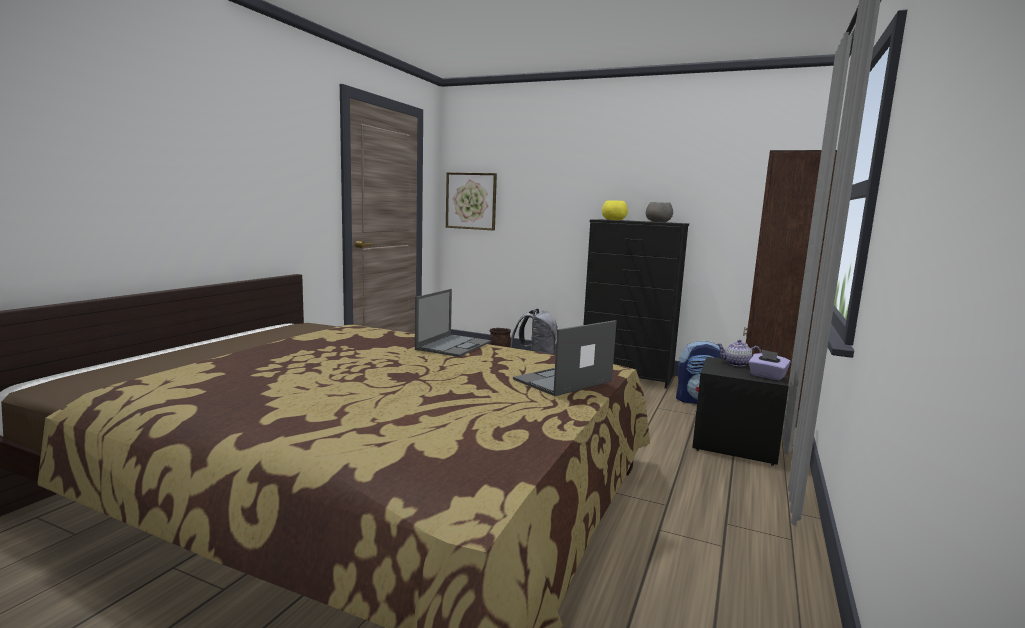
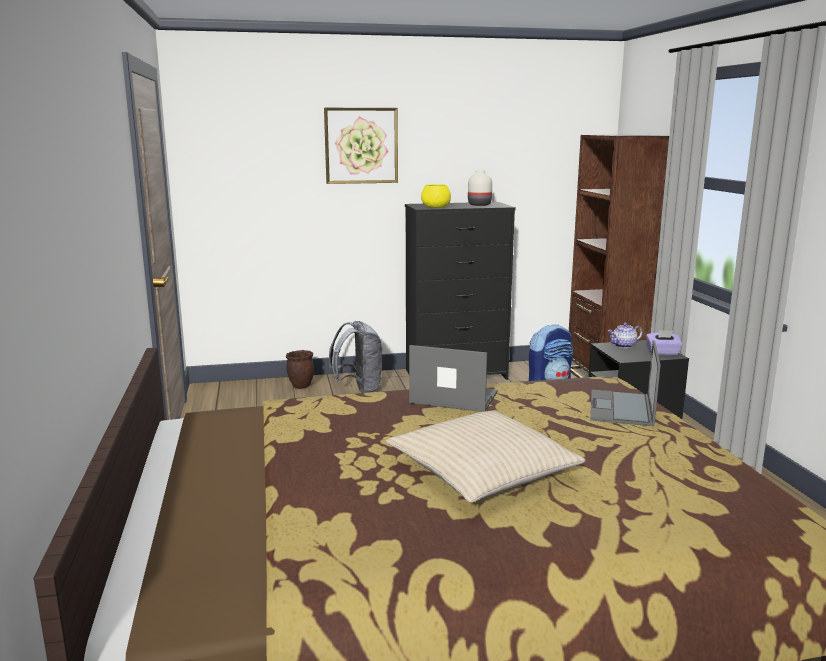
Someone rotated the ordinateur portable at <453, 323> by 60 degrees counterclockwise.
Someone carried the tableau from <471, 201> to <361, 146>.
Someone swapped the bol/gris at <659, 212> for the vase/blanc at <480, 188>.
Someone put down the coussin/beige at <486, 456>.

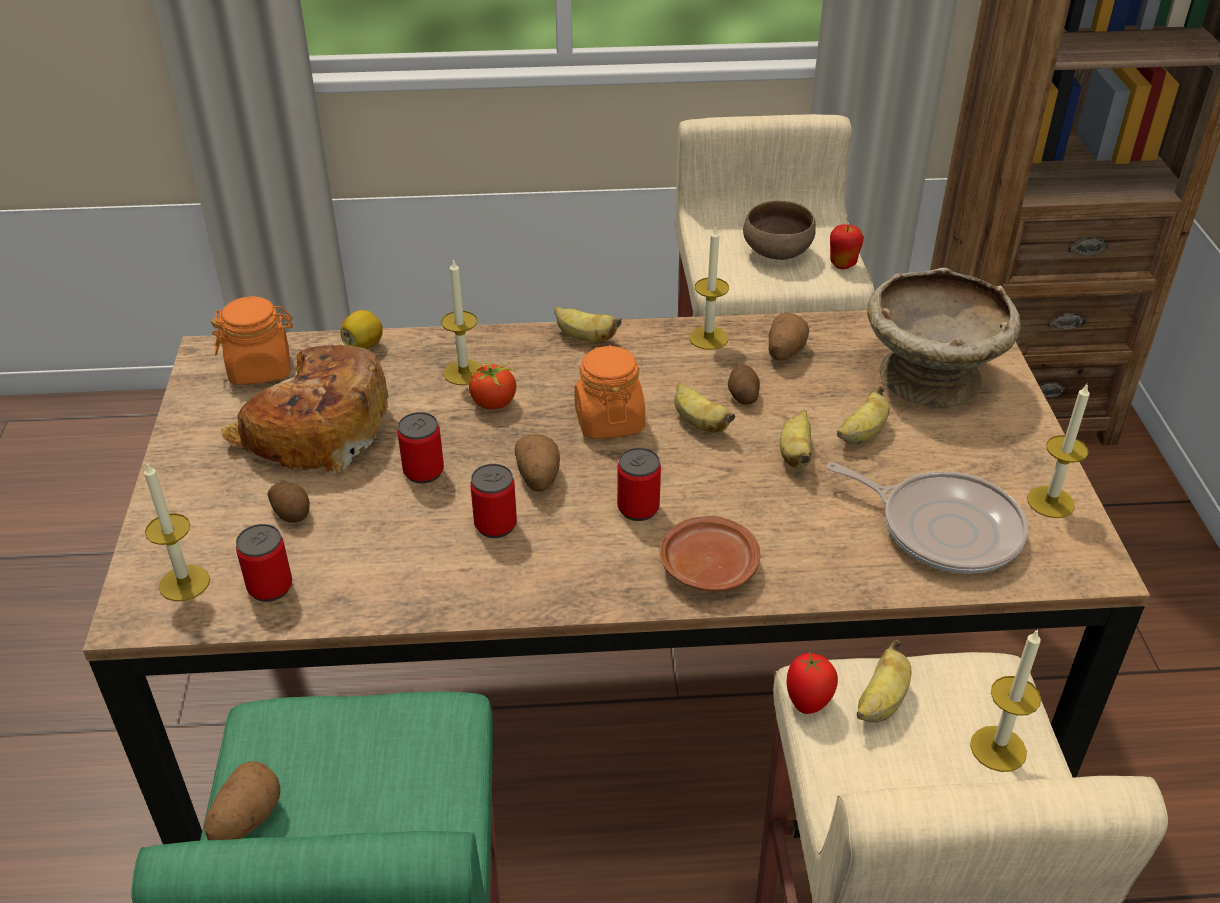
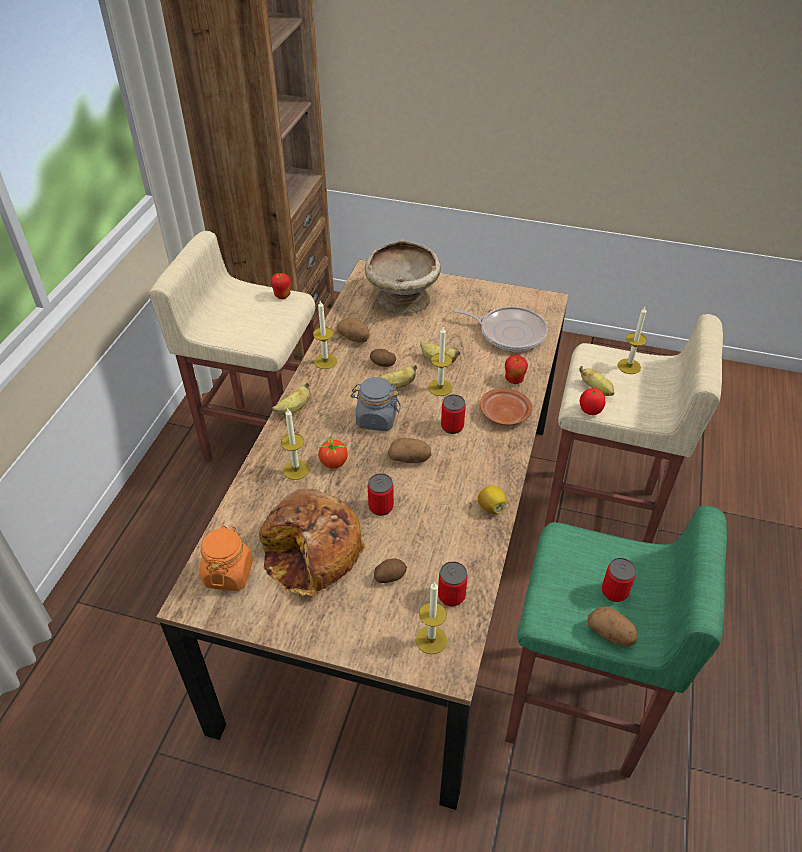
Someone carried the citron from <362, 329> to <492, 499>.
Someone carried the boîte métallique from <493, 501> to <619, 580>.
Someone repainted the bocal/orange at <609, 392>, which became the bocal/gris at <376, 404>.
Someone took away the bol/marron at <779, 230>.
Someone rotated the poêle at <927, 518> by 60 degrees clockwise.
Someone took away the banane at <863, 415>.
Someone carried the bougie from <1058, 451> to <440, 361>.
Someone put down the pomme at <516, 369>.

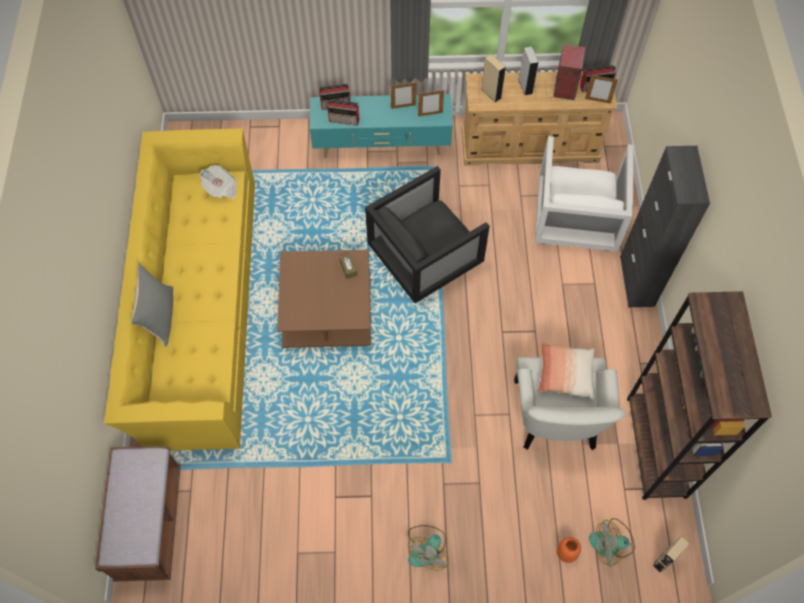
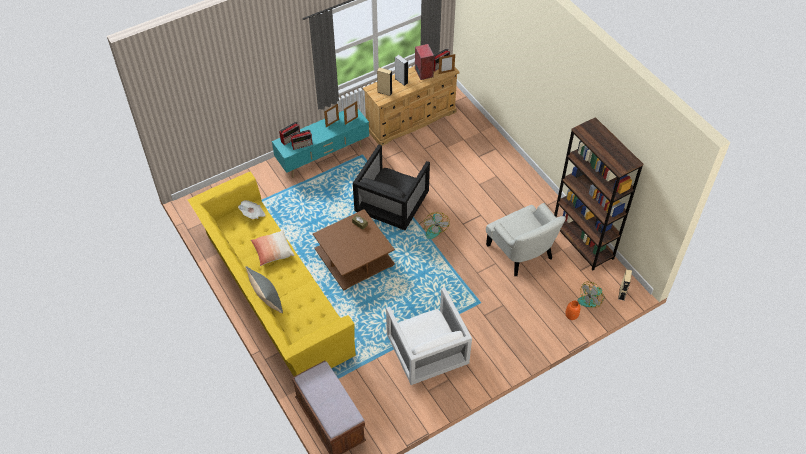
Someone carried the ventilateur from <428, 548> to <434, 225>.
Someone carried the fauteuil/blanc from <584, 194> to <429, 336>.
Someone carried the coussin from <566, 371> to <273, 248>.
Someone took away the meuble de rangement/noir at <665, 226>.

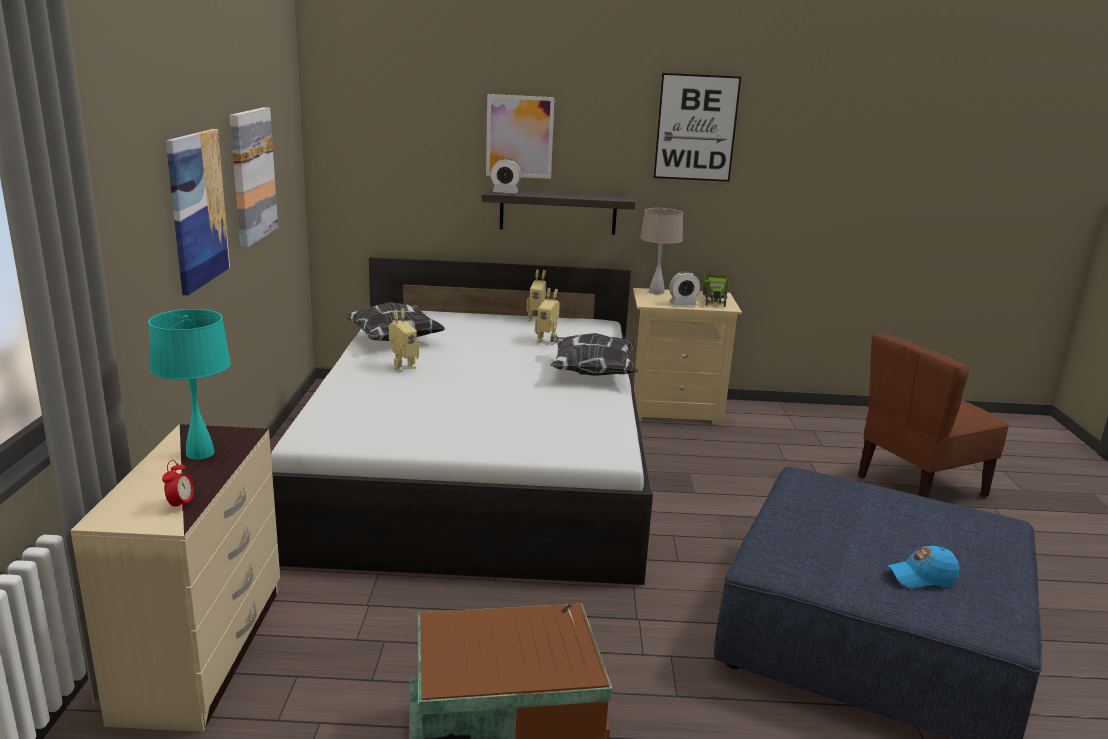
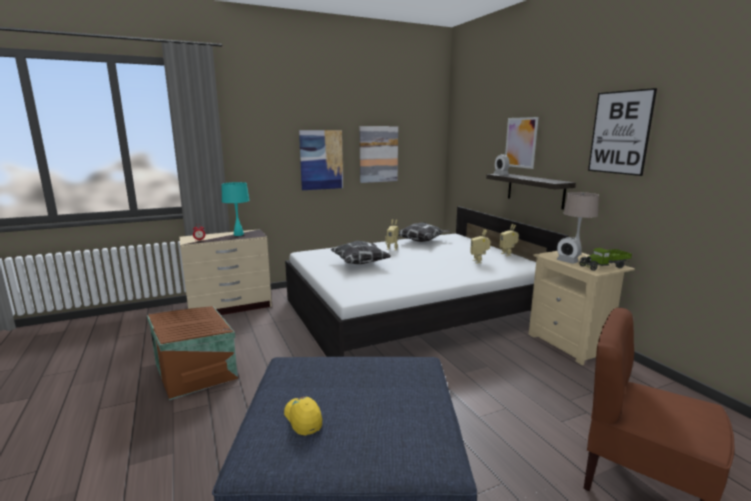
Someone carried the coussin from <594, 354> to <360, 252>.
Someone repainted the casquette/bleu at <923, 567>, which became the casquette/jaune at <303, 416>.

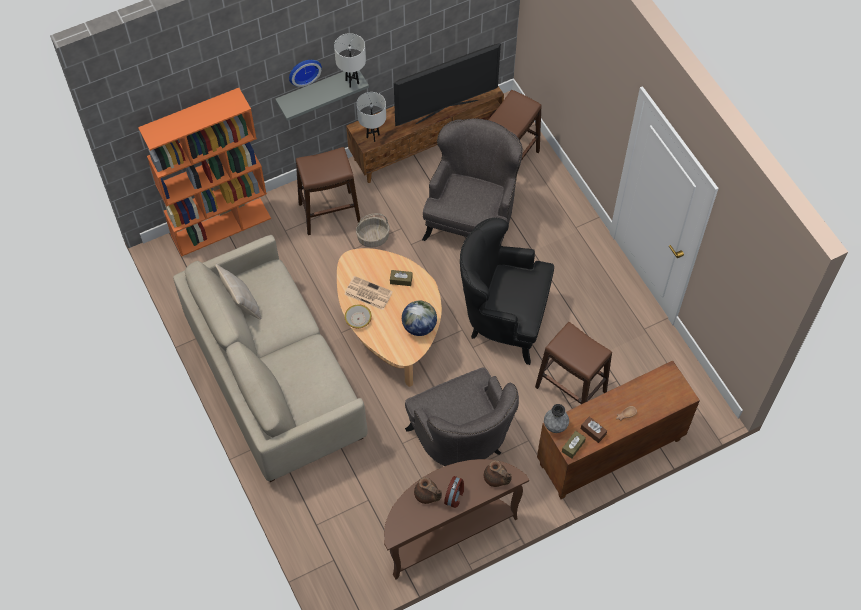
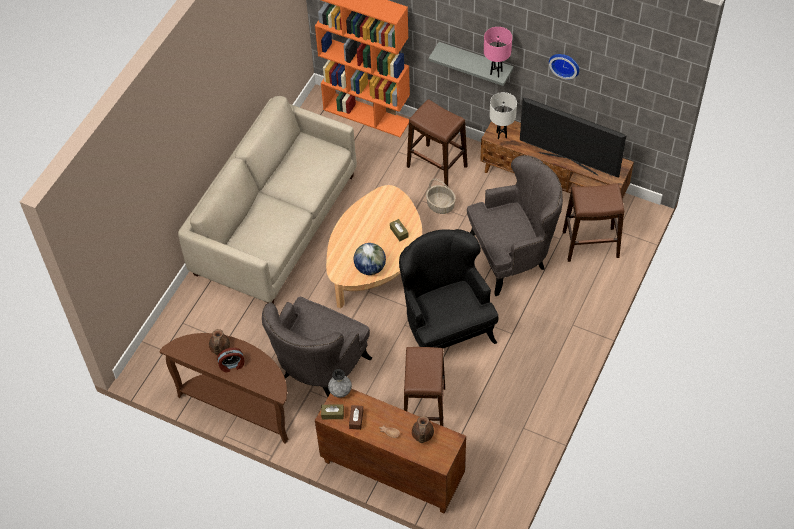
Someone took away the coussin/beige at <238, 292>.
Someone carried the horloge murale from <305, 73> to <564, 67>.
Someone repainted the lampe de table/blanc at <350, 60>, which became the lampe de table/rose at <498, 52>.
Someone took away the journal at <368, 293>.
Someone took away the bol at <358, 316>.
Someone carried the théière/marron from <498, 473> to <423, 429>.

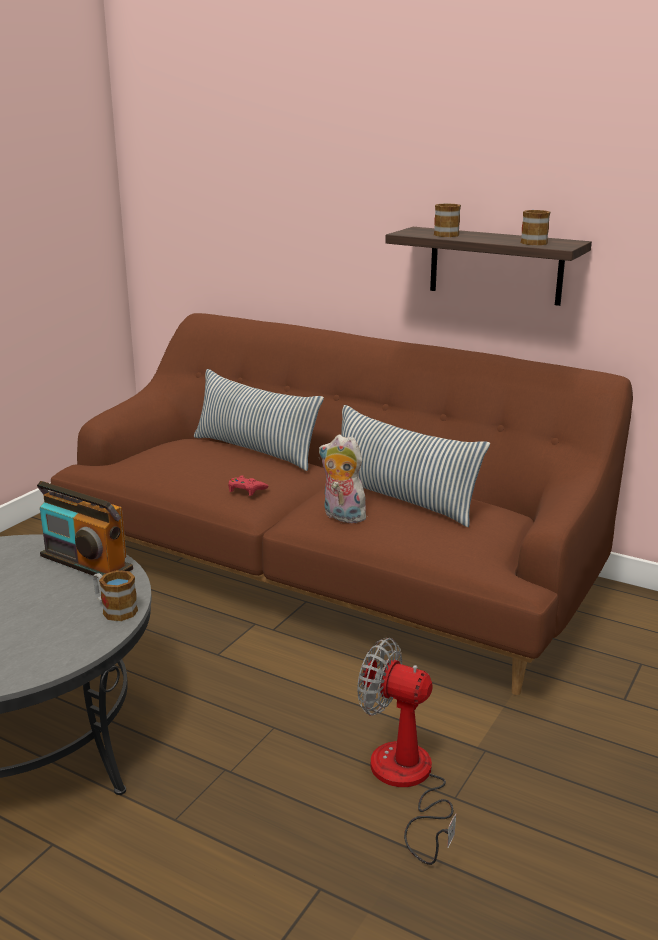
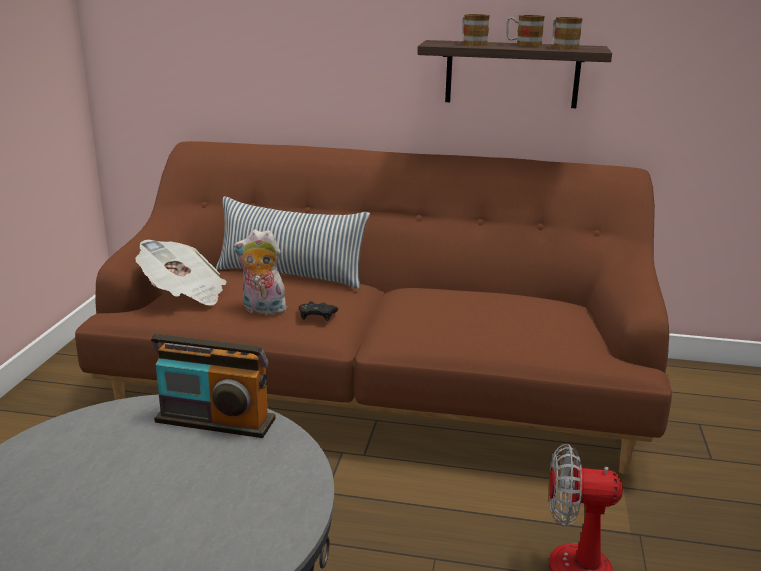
Someone carried the mug from <115, 595> to <525, 31>.
Someone repainted the manette/rouge at <248, 485>, which became the manette/noir at <318, 311>.
Someone carried the peluche from <342, 479> to <260, 272>.
Someone took away the coussin at <415, 466>.
Someone put down the journal at <181, 272>.

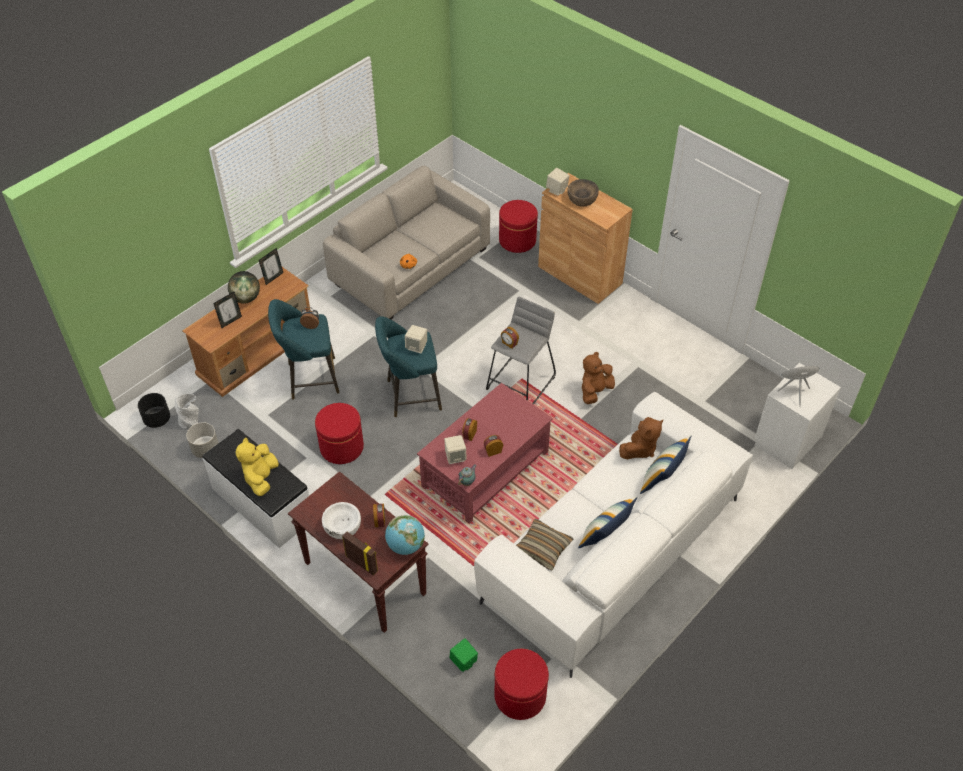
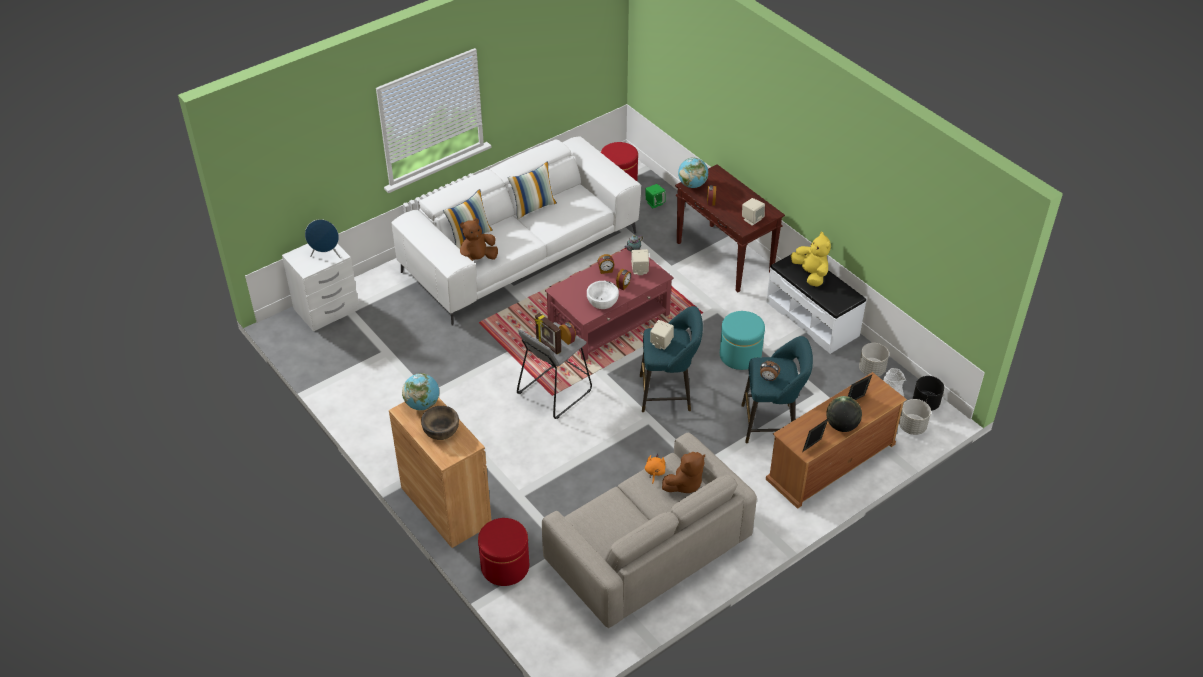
Someone rotated the peluche/jaune at <257, 467> by 45 degrees counterclockwise.
Someone repainted the pouf/rouge at <339, 433>, which became the pouf/turquoise at <742, 340>.
Someone carried the bol/blanc from <341, 520> to <603, 295>.
Someone carried the cadre photo from <360, 554> to <548, 333>.
Someone took away the coussin at <544, 544>.
Someone carried the enceinte/beige from <558, 182> to <753, 212>.
Someone carried the peluche/marron from <598, 378> to <683, 472>.
Someone put down the globe at <420, 391>.
Someone put down the cache-pot/gris at <915, 417>.

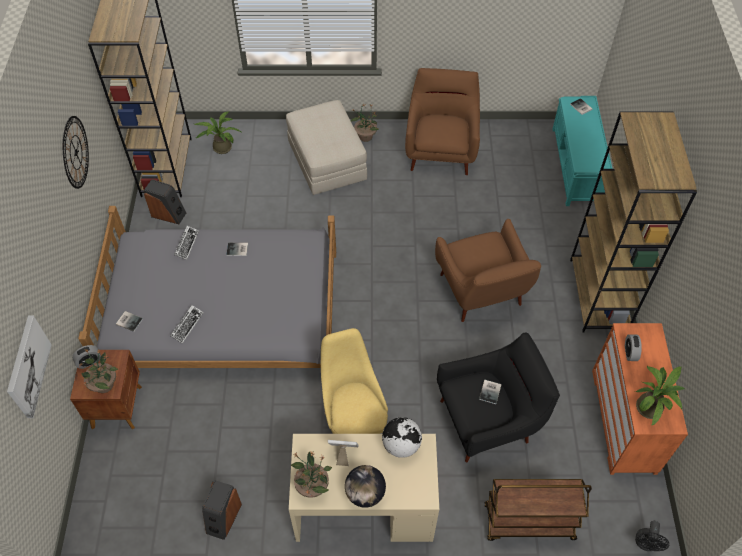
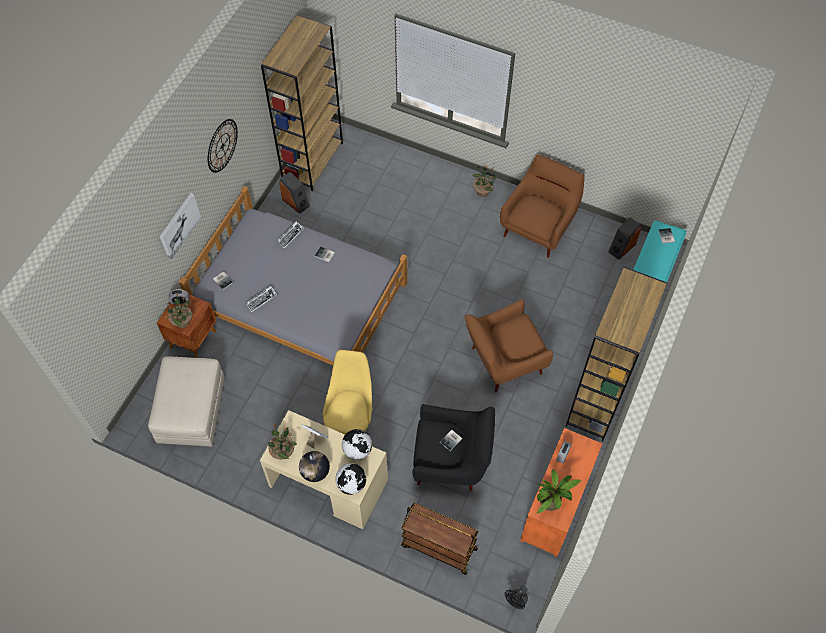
Someone carried the tableau from <29, 367> to <180, 226>.
Someone took away the plante en pot at <217, 132>.
Someone carried the enceinte from <222, 510> to <624, 238>.
Someone carried the pouf/beige from <326, 147> to <186, 401>.
Someone rotated the fauteuil/marron at <488, 270> by 60 degrees clockwise.
Someone put down the globe at <350, 479>.

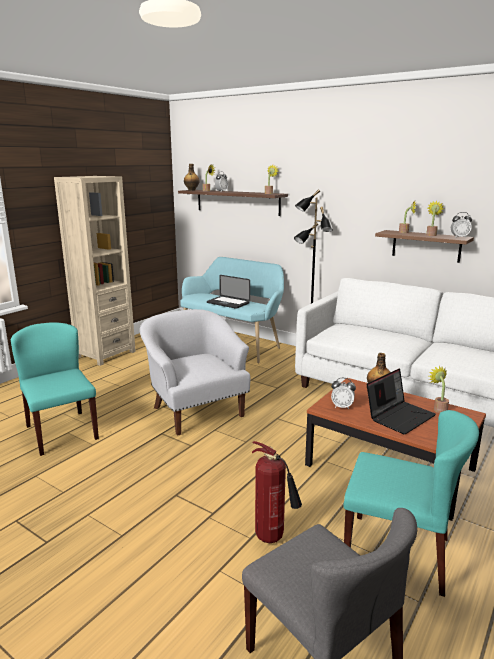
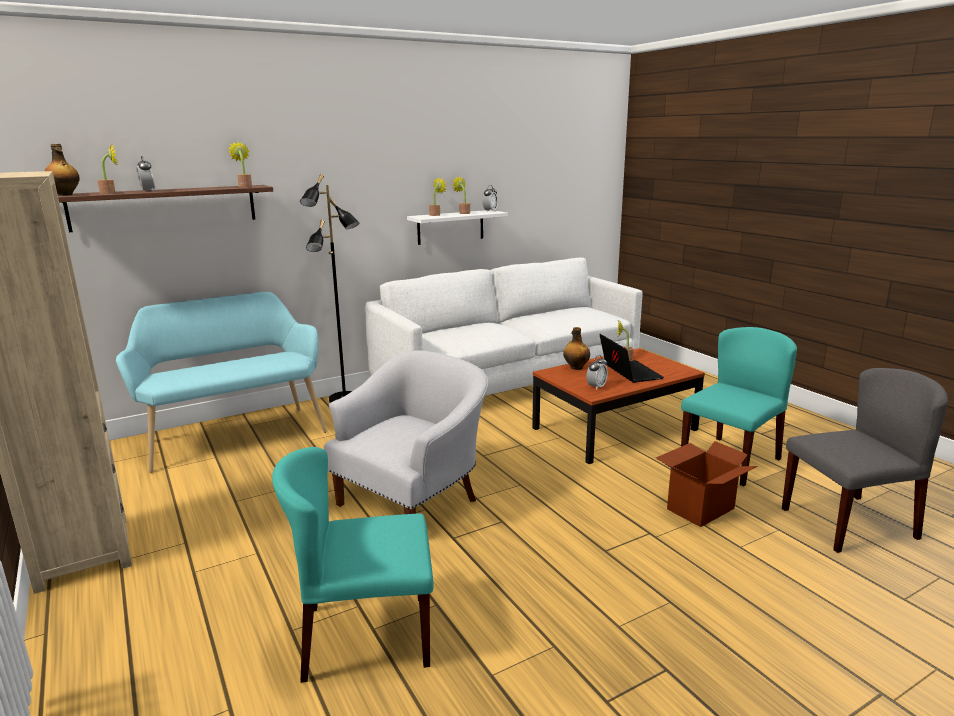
Someone rotated the fauteuil/blanc at <195, 372> by 135 degrees clockwise.
Someone took away the ordinateur portable at <228, 292>.
Someone swapped the extincteur at <277, 492> for the carton at <707, 484>.
Someone repainted the étagère/marron at <424, 246>, which became the étagère/blanc at <457, 227>.

